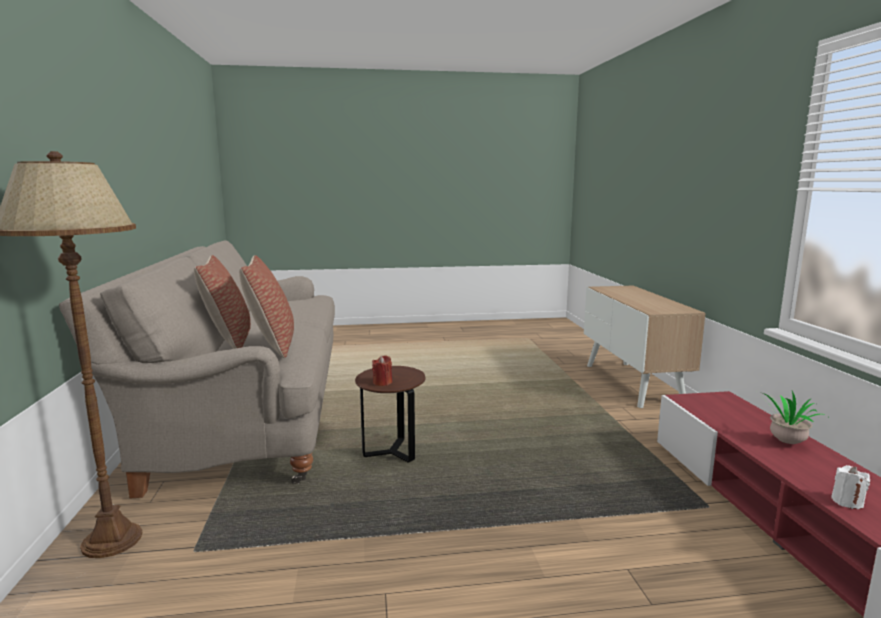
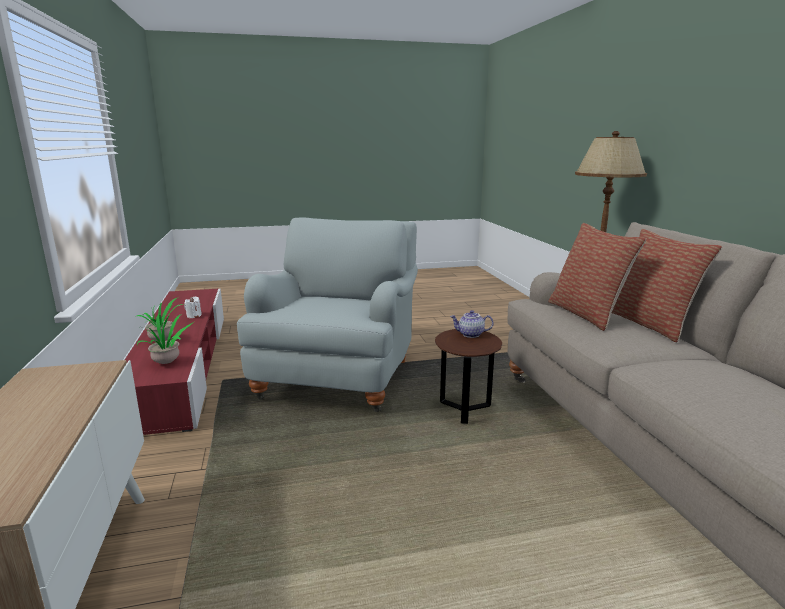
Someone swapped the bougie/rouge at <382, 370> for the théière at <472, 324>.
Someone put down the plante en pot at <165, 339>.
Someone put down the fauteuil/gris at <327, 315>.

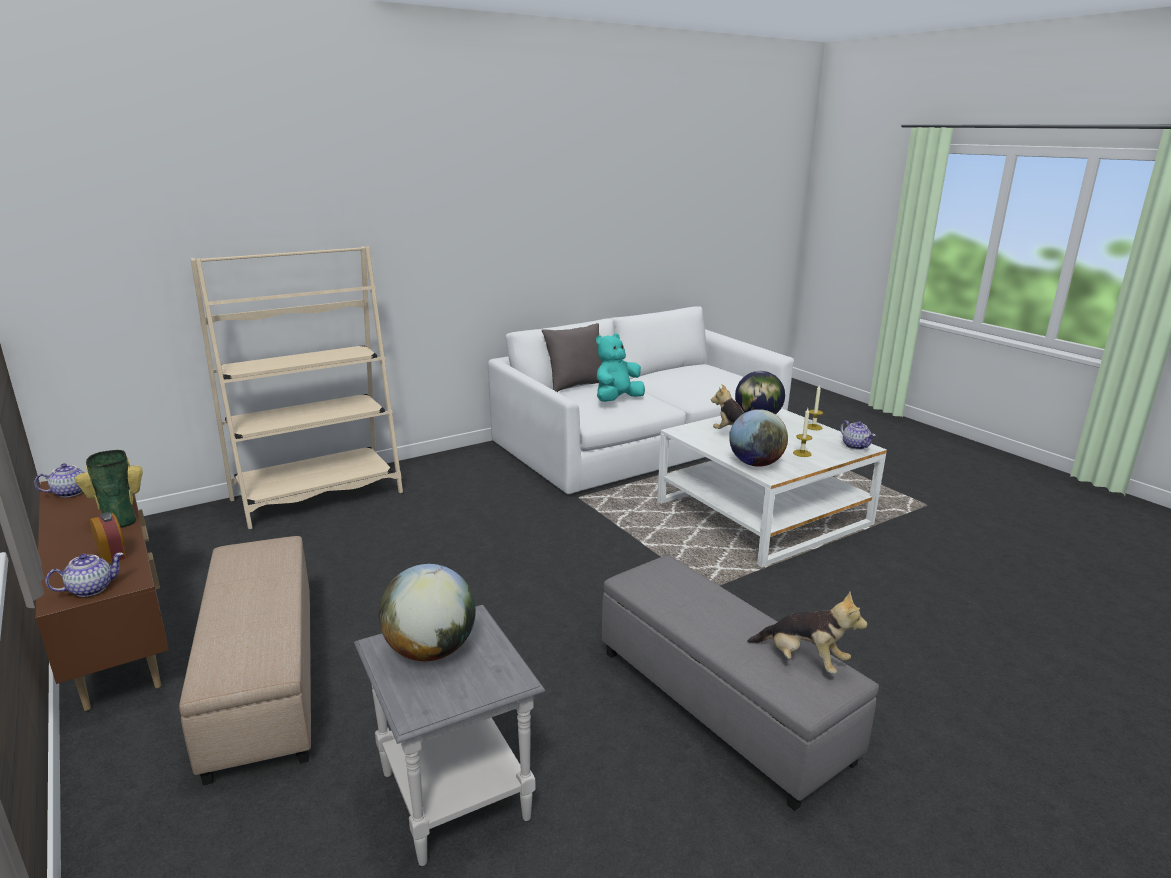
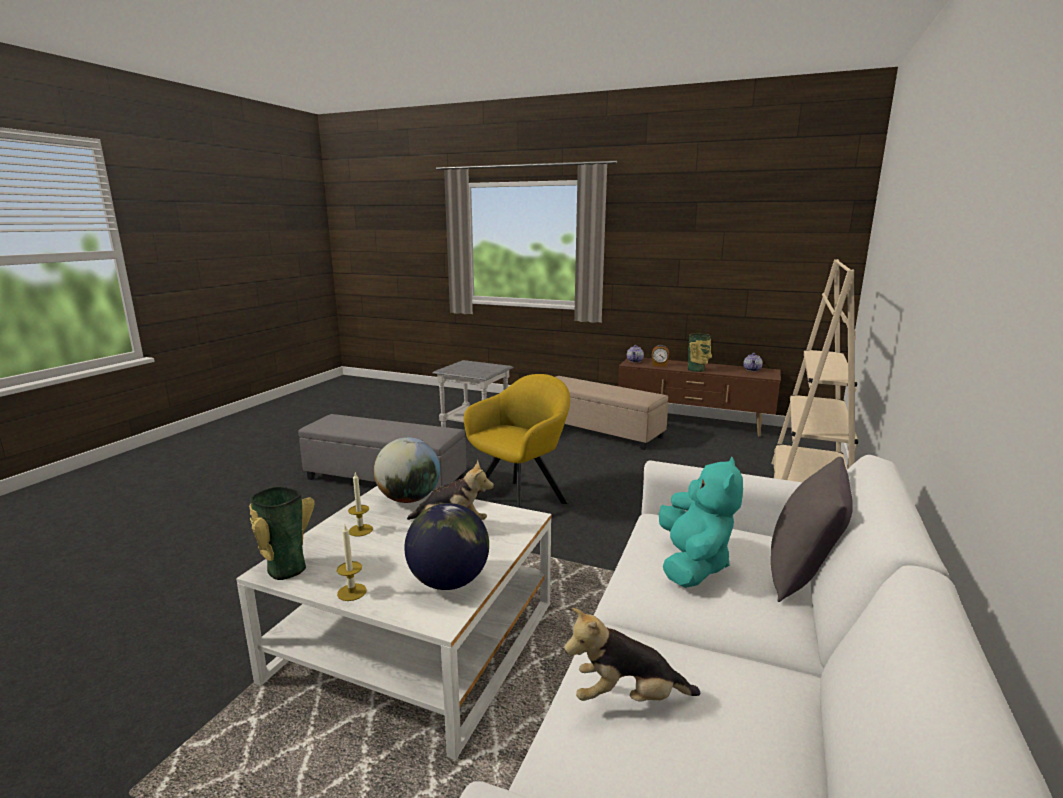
Someone took away the globe at <427, 612>.
Someone carried the peluche from <807, 632> to <632, 655>.
Someone swapped the théière at <858, 435> for the vase at <282, 533>.
Someone put down the fauteuil/jaune at <516, 441>.

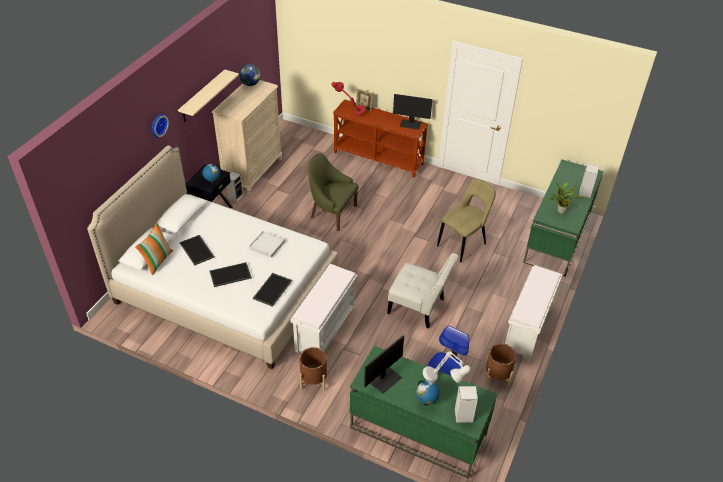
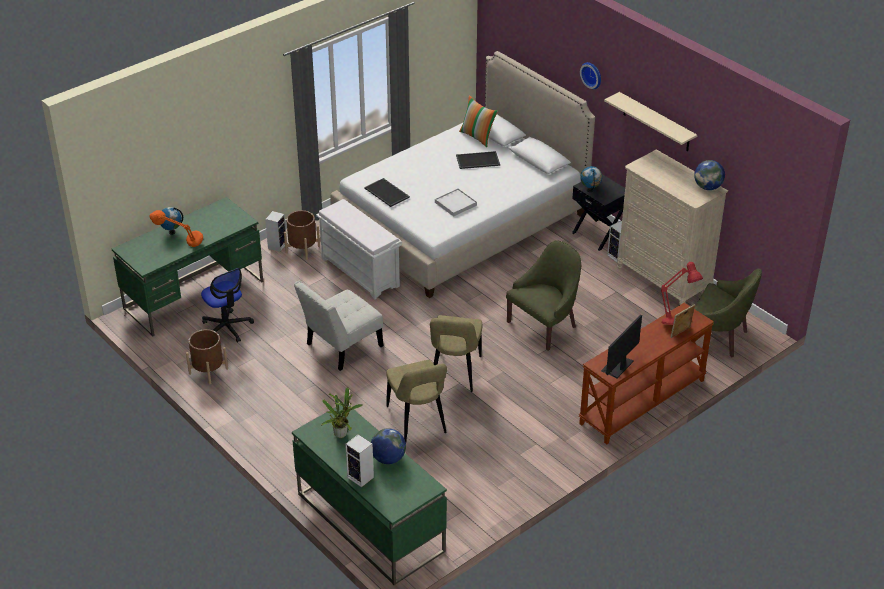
Someone took away the plateau at <231, 274>.
Someone took away the écran d'ordinateur at <384, 365>.
Someone repainted the lampe de table/gris at <447, 367>, which became the lampe de table/orange at <176, 228>.
Someone carried the enceinte from <466, 404> to <276, 231>.
Someone took away the banc/blanc at <534, 313>.
Someone put down the globe at <388, 446>.
Someone put down the chaise/beige at <456, 353>.
Someone put down the fauteuil/vert at <728, 312>.

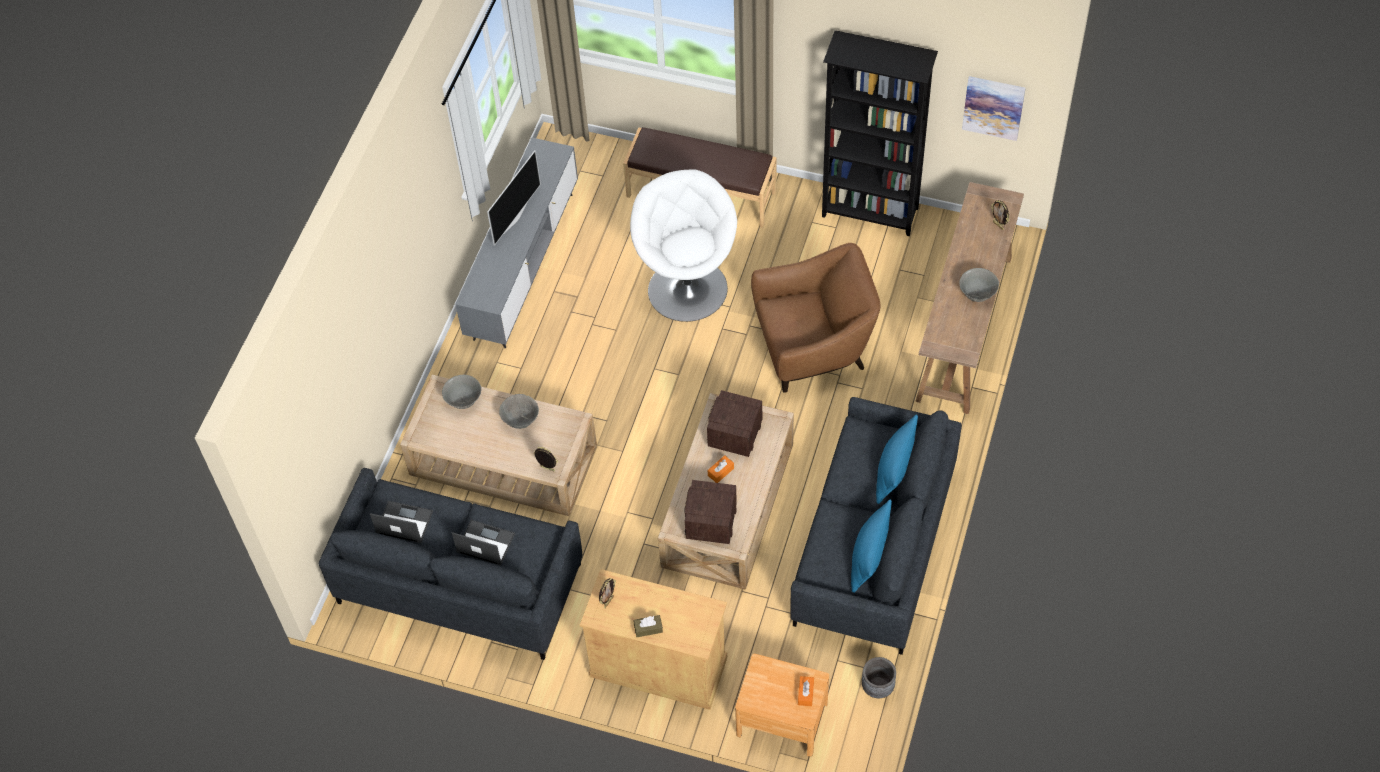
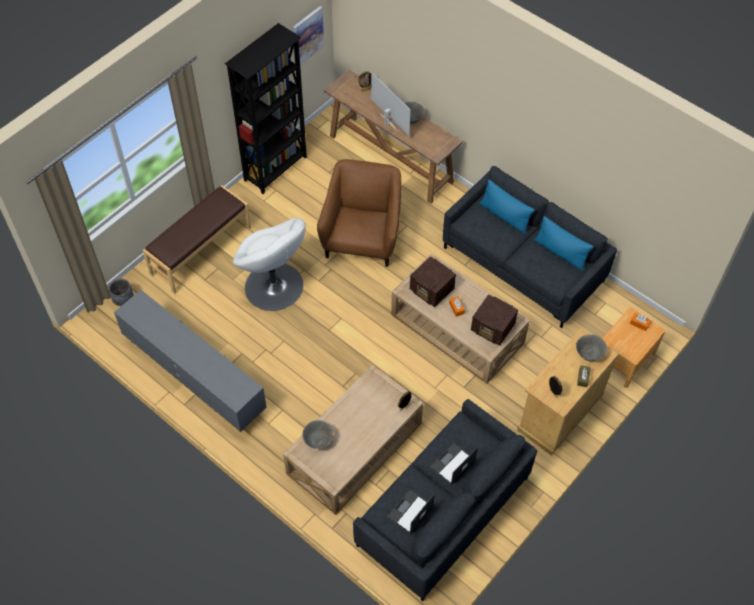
Someone carried the téléviseur from <514, 198> to <391, 104>.
Someone carried the bol/gris from <519, 411> to <591, 348>.
Someone rotated the fauteuil/blanc at <683, 246> by 135 degrees counterclockwise.
Someone carried the cache-pot/gris from <879, 677> to <121, 292>.

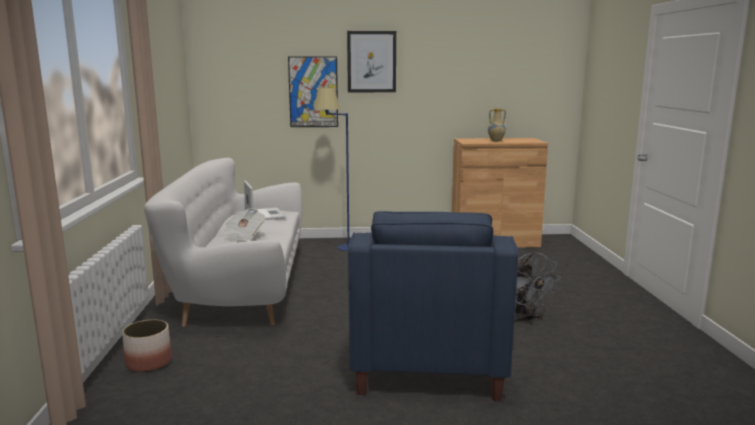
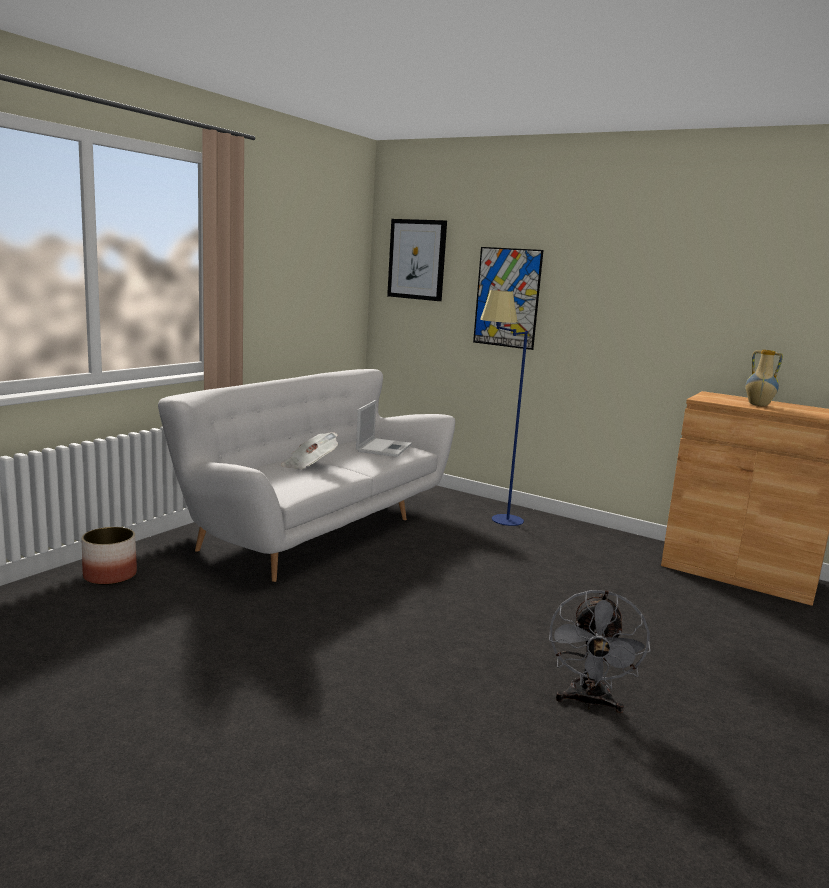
Someone carried the tableau from <371, 61> to <417, 260>.
Someone took away the fauteuil/bleu at <433, 306>.

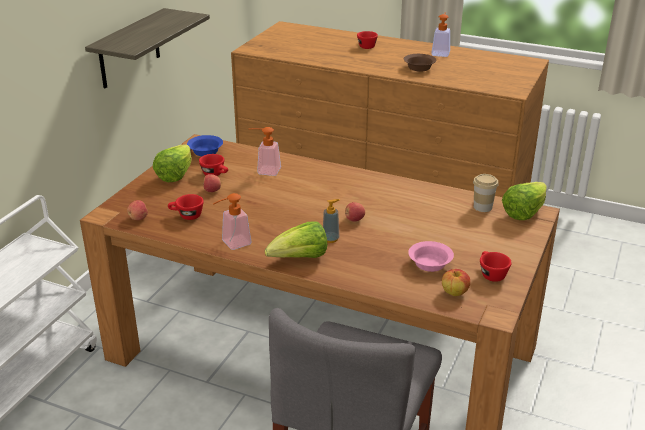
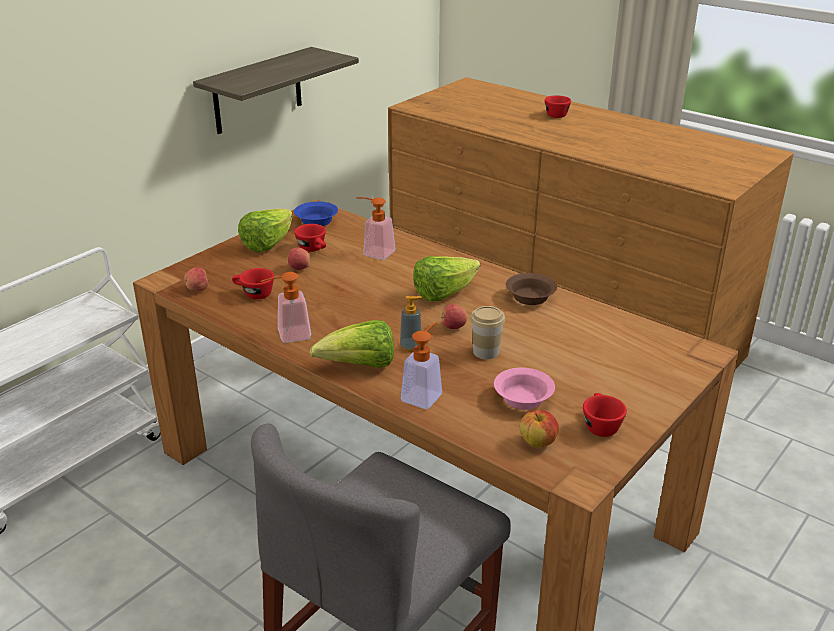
Someone carried the bol/marron from <420, 63> to <531, 289>.
Someone carried the distributeur de savon from <440, 34> to <421, 365>.
Someone carried the tasse from <486, 193> to <487, 332>.
Someone carried the laitue from <524, 201> to <446, 278>.

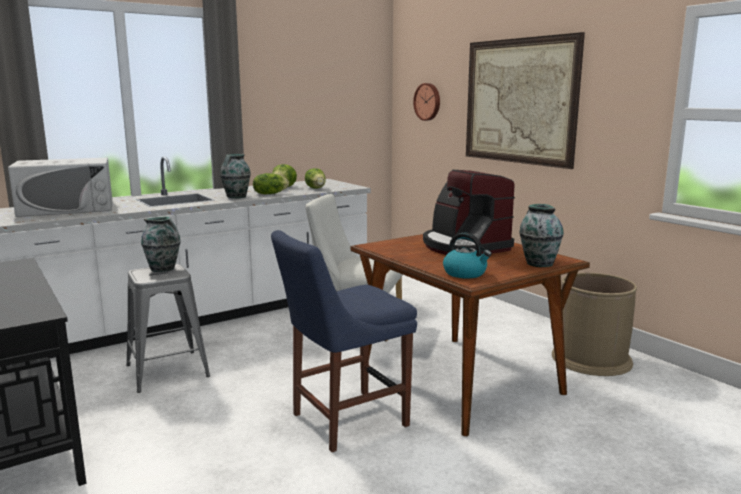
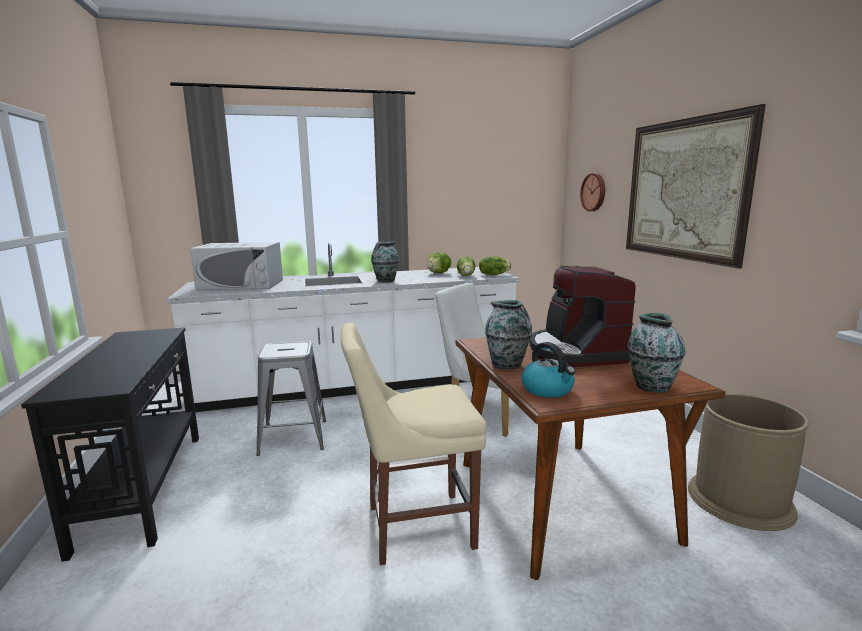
Someone carried the vase from <161, 244> to <508, 335>.
Someone carried the laitue from <271, 183> to <495, 265>.
Someone repainted the chaise/bleu at <344, 341>, which became the chaise/beige at <414, 444>.

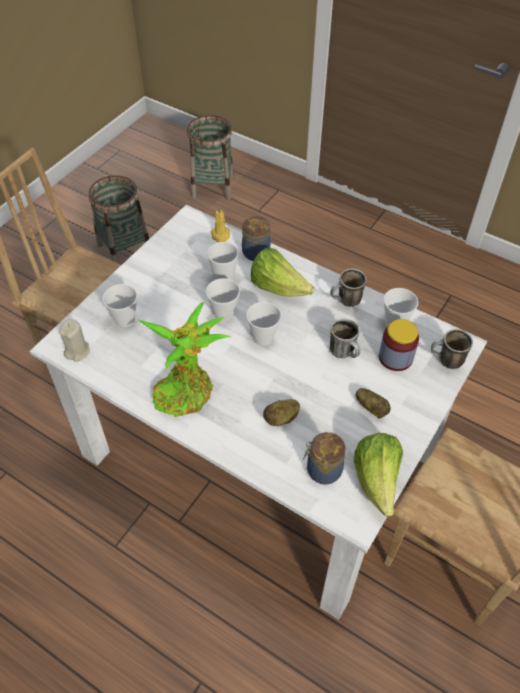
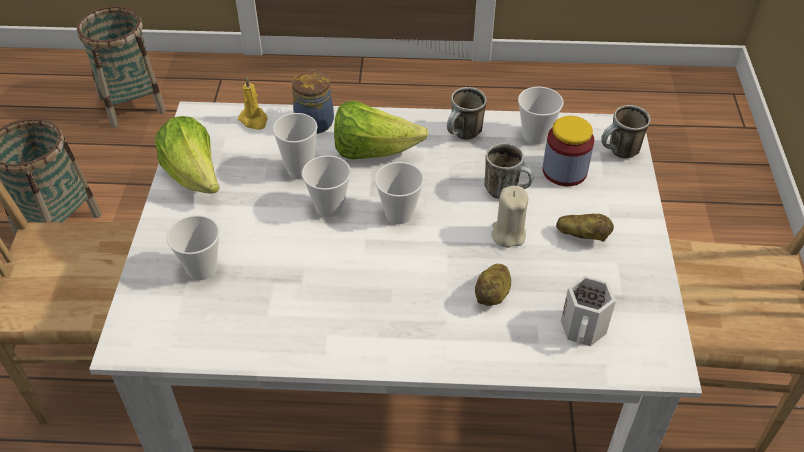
Someone carried the bougie/beige from <74, 340> to <509, 217>.
Someone took away the plante en pot at <184, 359>.
Someone swapped the bocal at <324, 458> for the mug/blanc at <588, 311>.
Someone carried the laitue from <378, 474> to <187, 155>.

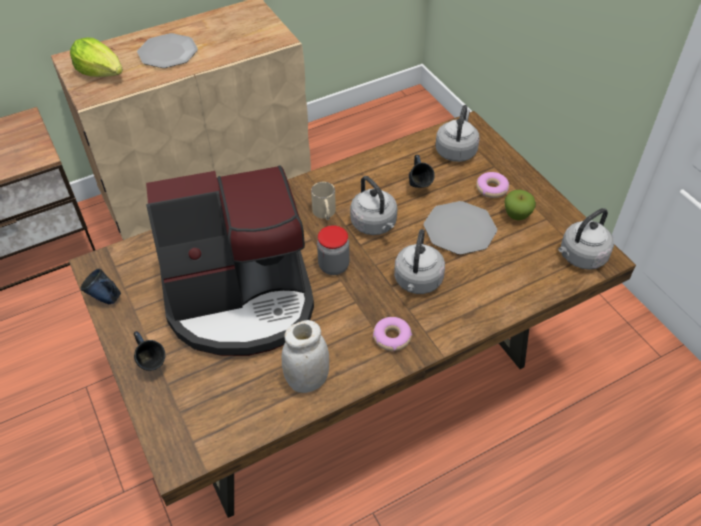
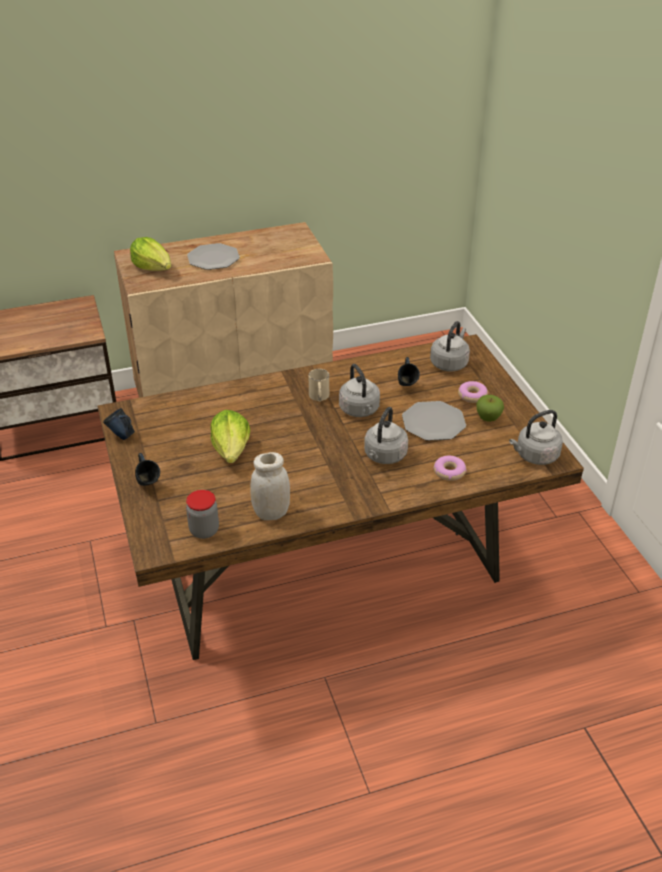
Someone swapped the machine à café at <230, 260> for the laitue at <230, 436>.
Someone carried the bocal from <333, 250> to <202, 514>.
Someone carried the beignet from <392, 334> to <449, 468>.

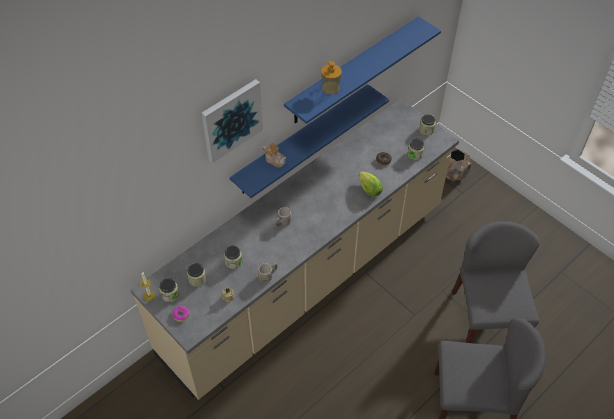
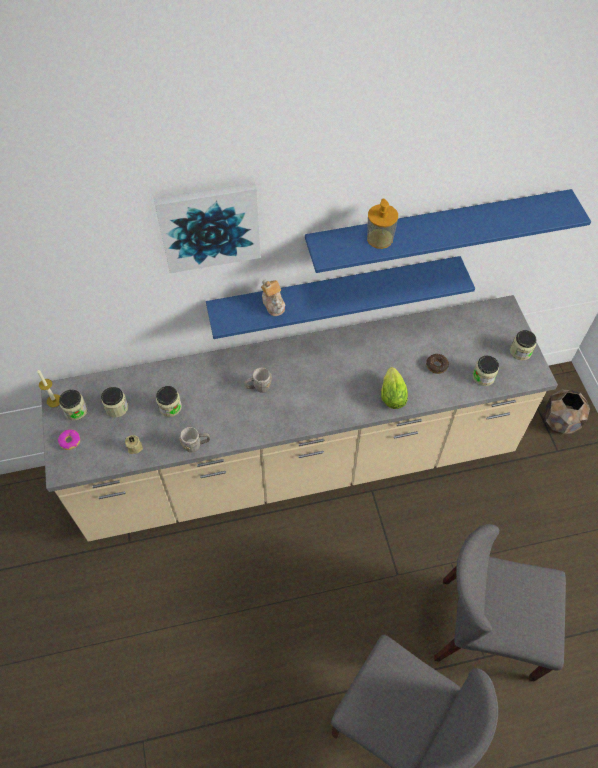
Someone rotated the chaise/gris at <496, 282> by 105 degrees counterclockwise.

